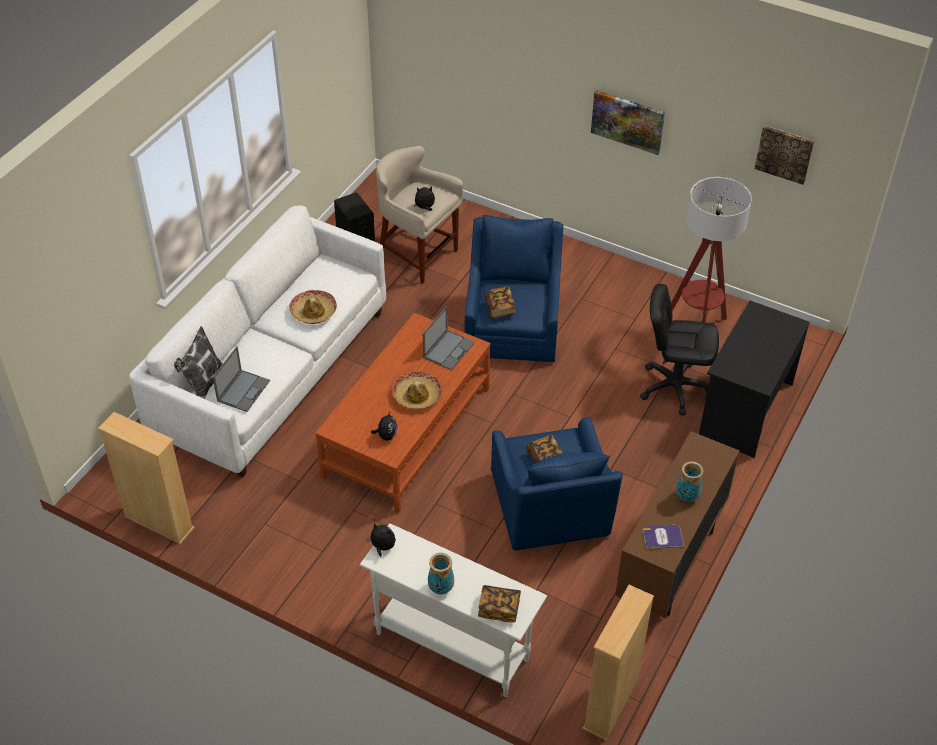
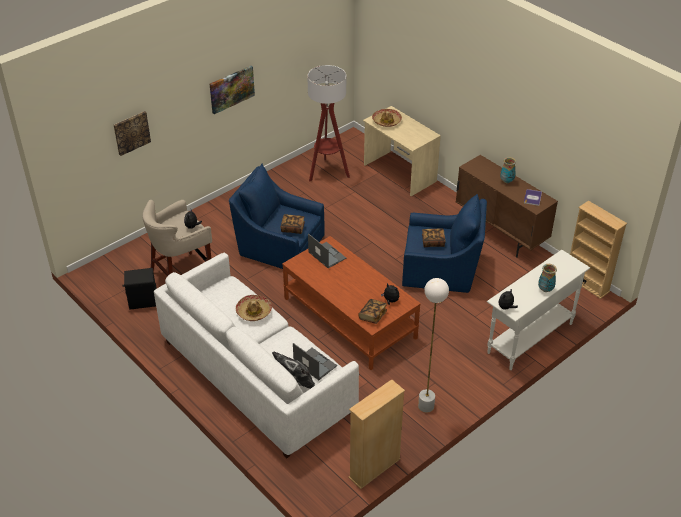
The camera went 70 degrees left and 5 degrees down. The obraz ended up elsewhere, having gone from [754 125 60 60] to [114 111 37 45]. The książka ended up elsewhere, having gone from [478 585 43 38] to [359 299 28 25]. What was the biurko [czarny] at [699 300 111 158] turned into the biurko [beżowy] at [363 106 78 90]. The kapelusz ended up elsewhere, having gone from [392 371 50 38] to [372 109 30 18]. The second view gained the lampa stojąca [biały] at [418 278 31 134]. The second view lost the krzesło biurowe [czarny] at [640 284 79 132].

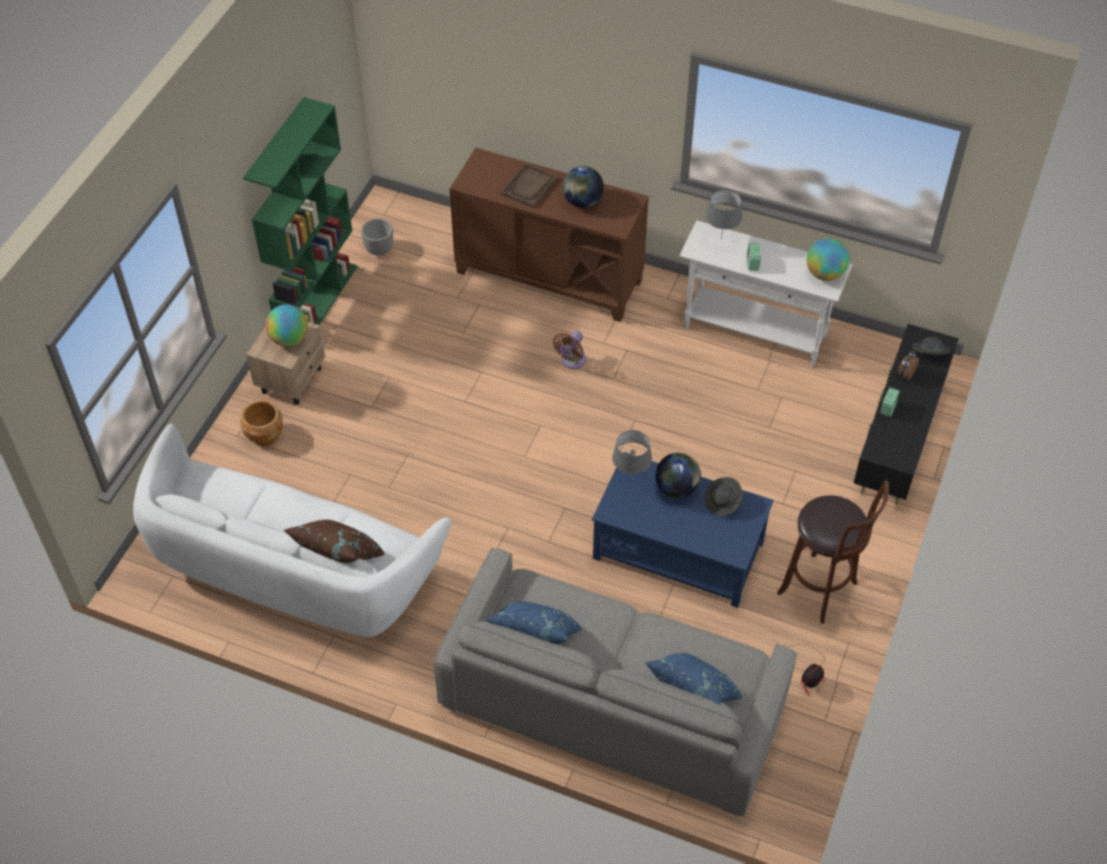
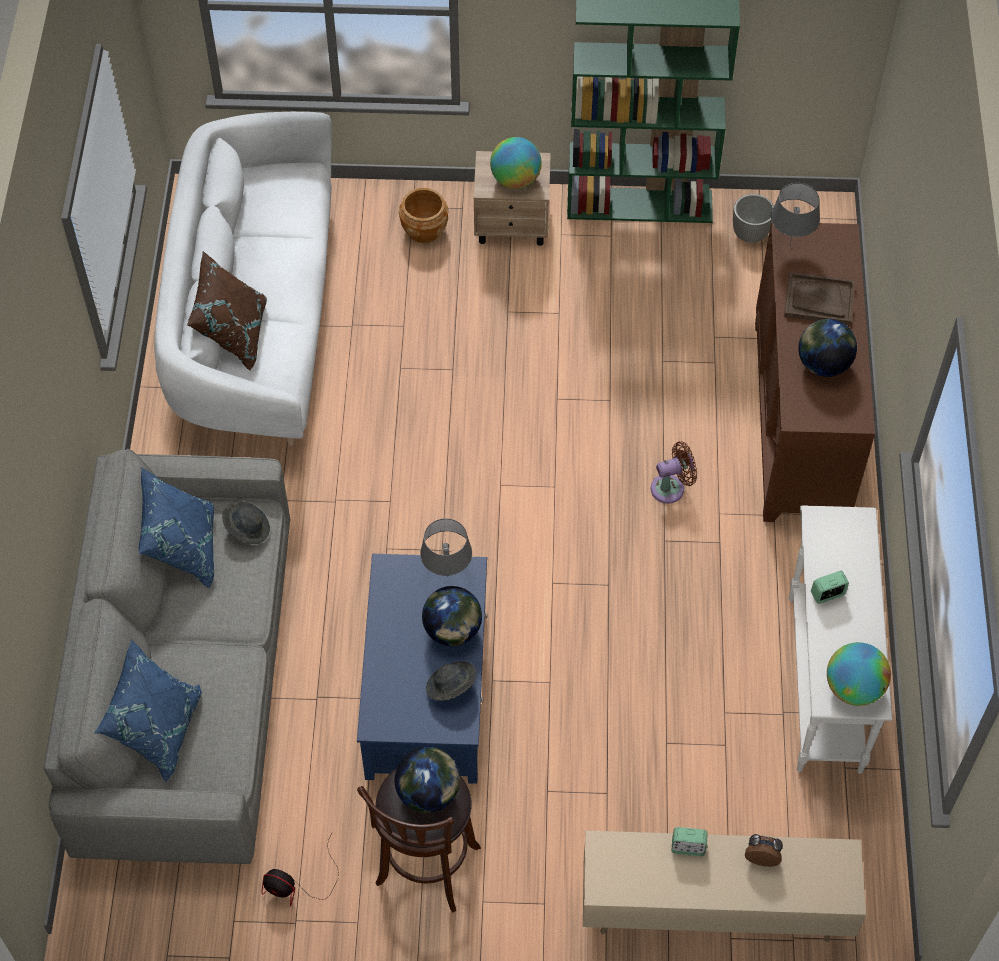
The camera went 70 degrees right and 5 degrees up. The kapelusz [szary] ended up elsewhere, having gone from [912 337 39 18] to [222 501 48 43]. The second view gained the globus at [394 747 66 66]. What was the szafka pod telewizor [czarny] at [854 324 105 181] turned into the szafka pod telewizor [beżowy] at [583 830 283 112]. The wentylator [brązowy] at [553 331 33 38] ended up facing another way, 150 degrees clockwise from before. The lampa stołowa [szary] ended up elsewhere, having gone from [706 189 36 51] to [771 183 49 62].

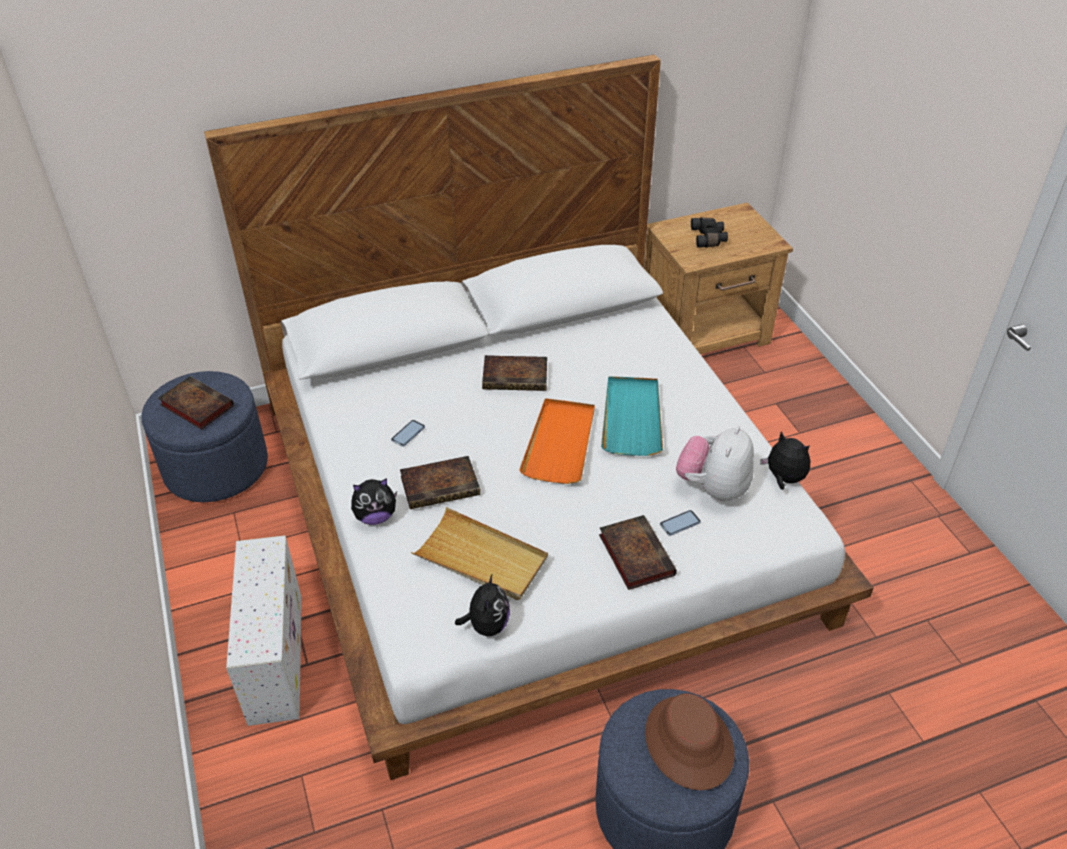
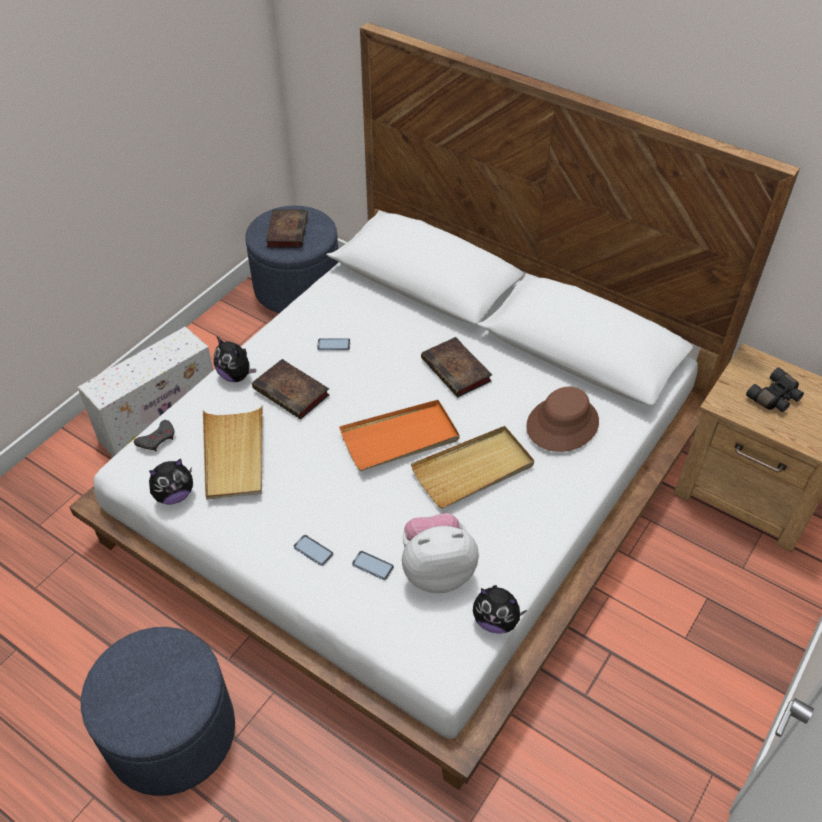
The camera went 55 degrees right and 5 degrees up. The second view gained the pad do gier [szary] at [134 420 40 32]. Where the książka stood at [599 515 78 75], the telefon came to stand at [293 535 41 31]. What was the taca [turkusowy] at [601 376 62 80] turned into the taca [beżowy] at [411 426 123 83]. The pluszak at [760 431 50 59] ended up facing another way, 105 degrees clockwise from before. The kapelusz [brązowy] ended up elsewhere, having gone from [645 693 89 97] to [526 387 73 65].

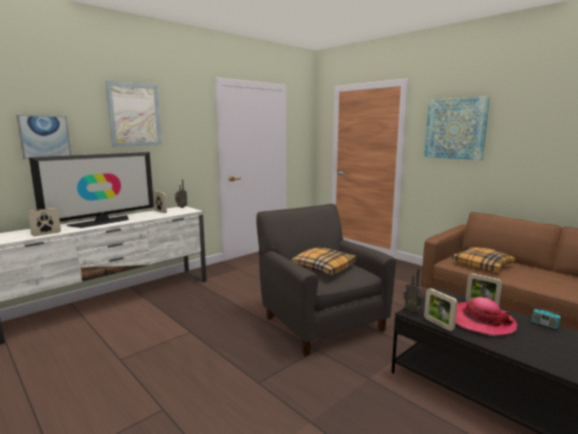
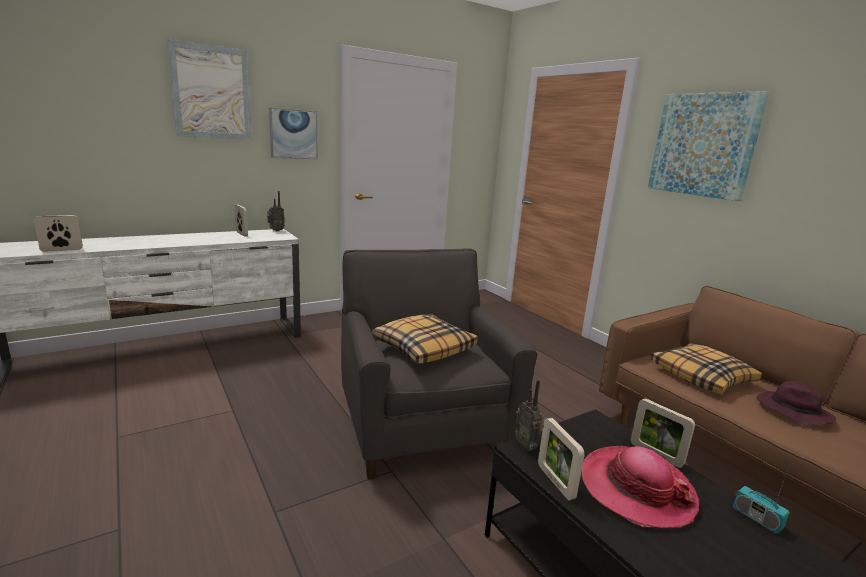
The camera went 10 degrees right and 5 degrees up. The obraz ended up elsewhere, having gone from [17 115 54 44] to [269 108 49 51]. The second view gained the kapelusz [fioletowy] at [757 381 79 44]. The second view lost the telewizor at [29 152 125 76].

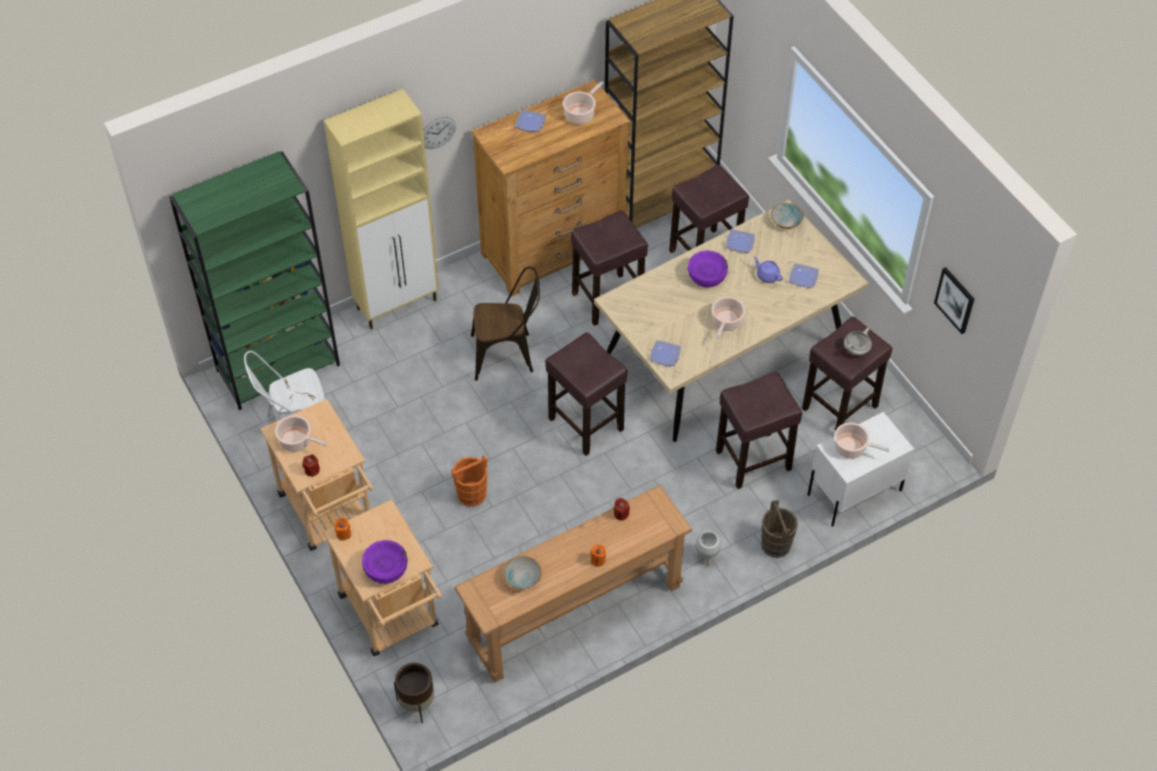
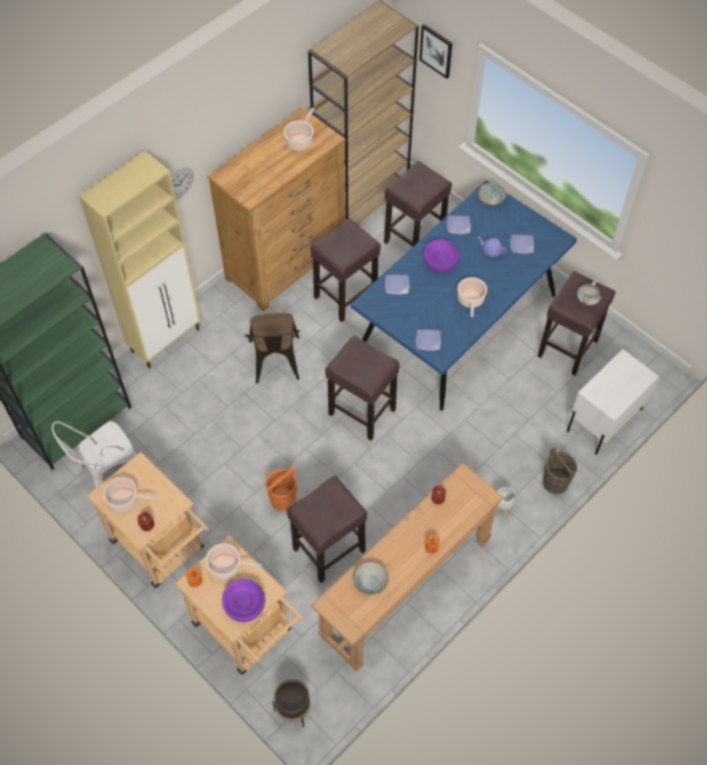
The camera went 15 degrees left and 5 degrees up. The garnek ended up elsewhere, having gone from [834 423 56 36] to [205 543 56 37]. The krzesło [brązowy] at [471 267 69 114] ended up facing another way, 105 degrees clockwise from before. The stołek [brązowy] ended up elsewhere, having gone from [716 372 86 117] to [287 476 80 107]. What was the stół jadalny [beżowy] at [594 200 275 242] turned into the stół jadalny [niebieski] at [350 180 227 231]. The talerz ended up elsewhere, having gone from [515 110 31 22] to [385 275 24 20]. The obraz ended up elsewhere, having gone from [934 267 40 67] to [419 24 34 55].

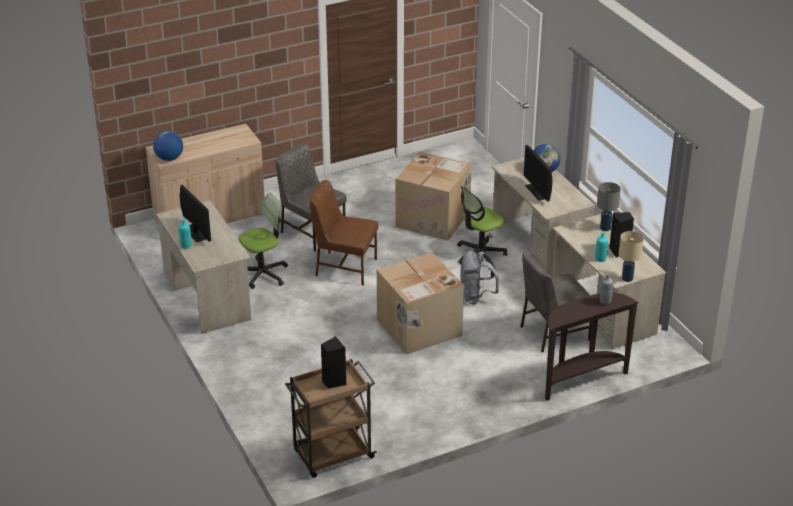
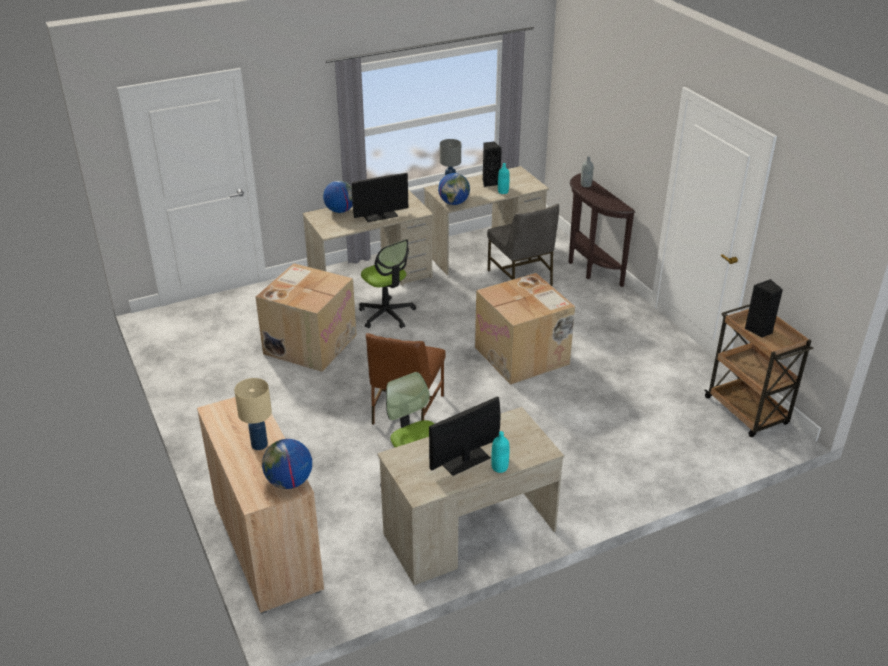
The camera went 90 degrees left and 0 degrees up. The lampa stołowa [beżowy] ended up elsewhere, having gone from [619 231 25 51] to [234 378 38 72]. The second view gained the globus at [438 173 32 32]. The second view lost the krzesło [szary] at [276 144 71 107]. The second view lost the plecak [szary] at [461 251 38 53].

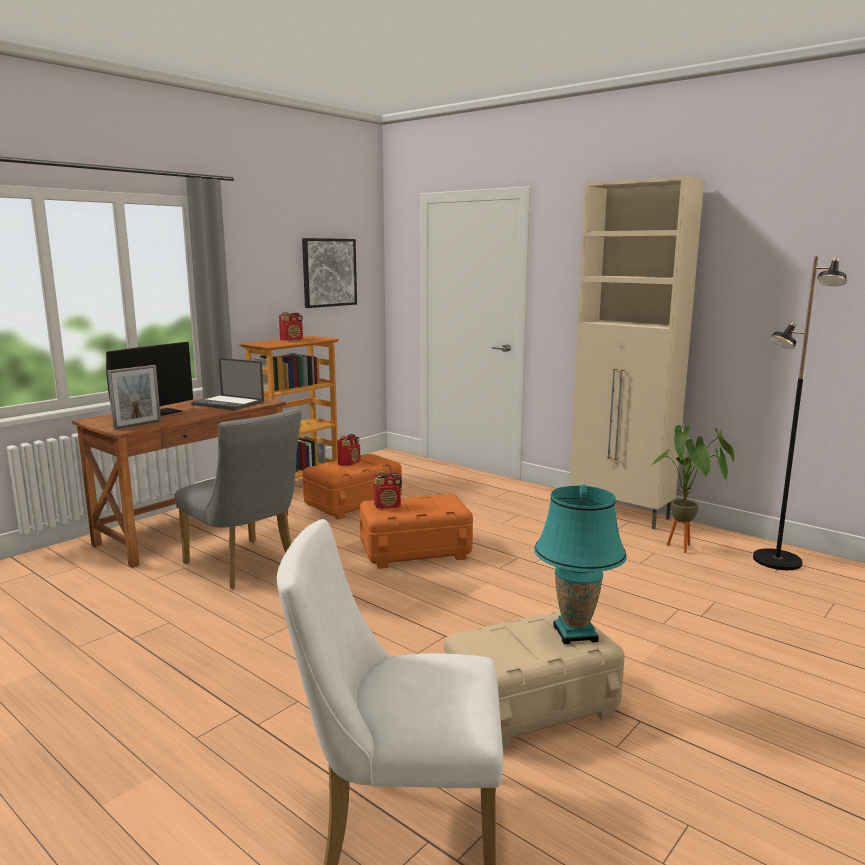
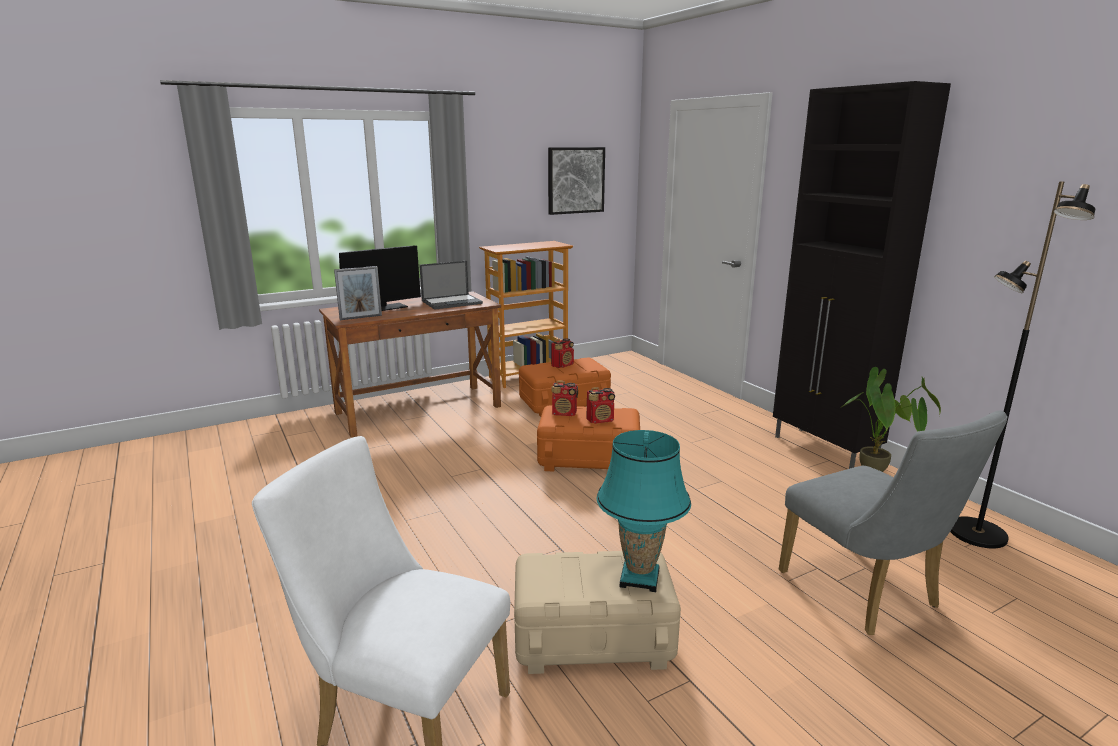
The camera went 20 degrees right and 5 degrees up. The laptop at [191 358 73 52] ended up facing another way, 75 degrees counterclockwise from before. The radio ended up elsewhere, having gone from [279 312 24 29] to [586 387 29 37]. What was the szafka [beżowy] at [569 176 135 353] turned into the szafka [czarny] at [773 81 178 388]. The krzesło [szary] ended up elsewhere, having gone from [175 408 126 181] to [779 410 229 225].

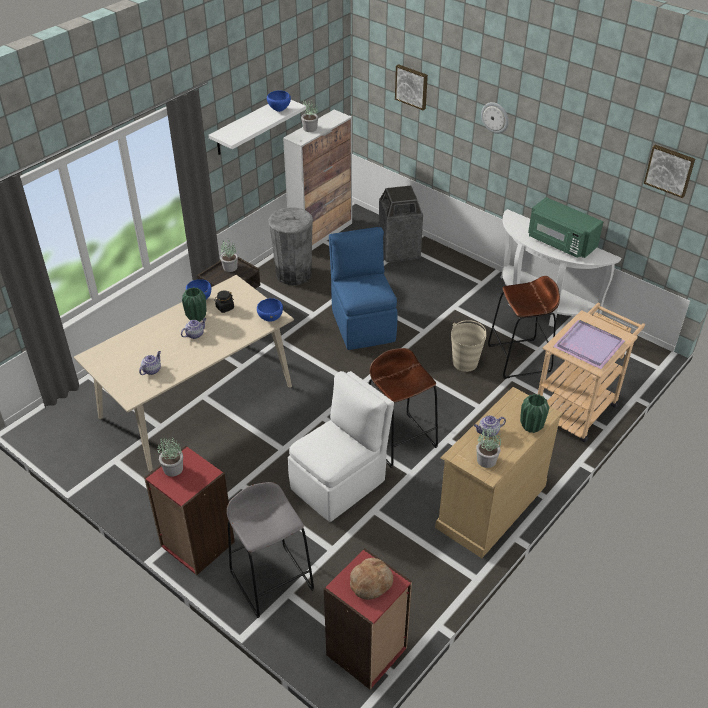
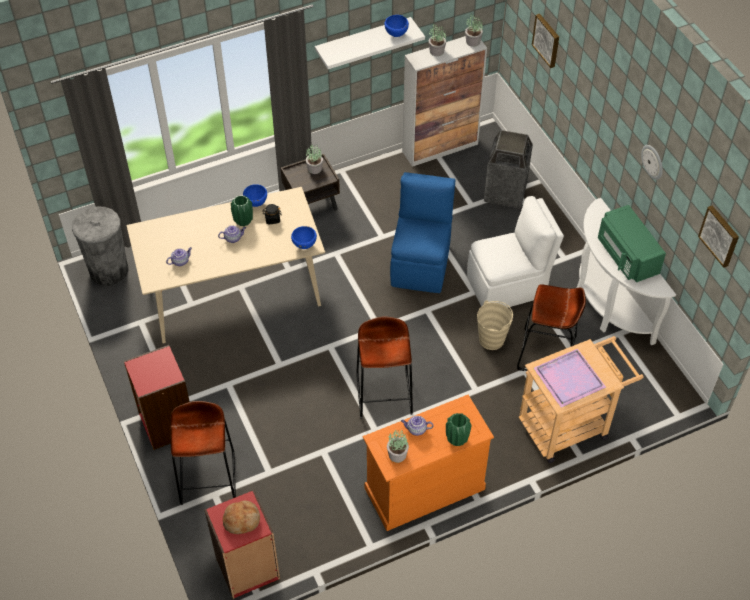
The camera went 25 degrees right and 10 degrees up. The kosz na śmieci [szary] ended up elsewhere, having gone from [268 207 45 78] to [72 206 56 80]. What was the stołek [szary] at [227 482 87 136] turned into the stołek [brązowy] at [170 401 66 104]. What was the komoda [beżowy] at [435 387 127 171] turned into the komoda [pomarańczowy] at [362 395 132 136]. The roślina doniczkowa ended up elsewhere, having gone from [157 437 26 40] to [465 14 18 33]. The krzesło [biały] ended up elsewhere, having gone from [288 371 106 151] to [467 196 97 111]. The zegar ścienny ended up elsewhere, having gone from [481 102 28 32] to [641 145 22 35].

